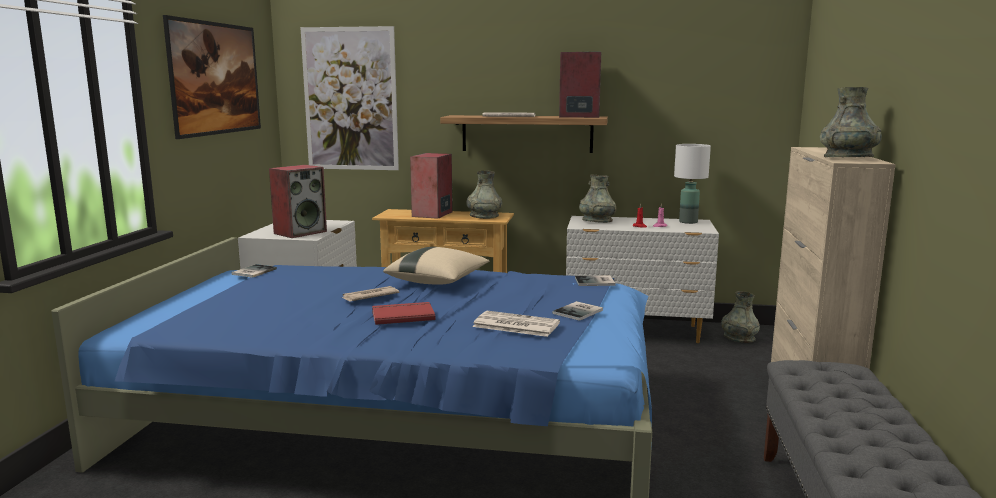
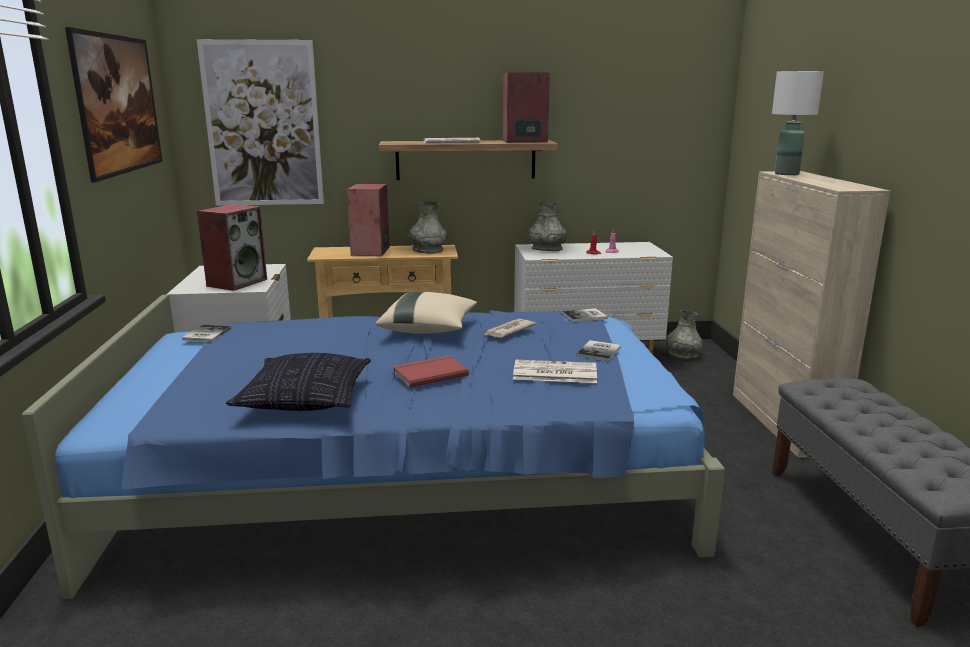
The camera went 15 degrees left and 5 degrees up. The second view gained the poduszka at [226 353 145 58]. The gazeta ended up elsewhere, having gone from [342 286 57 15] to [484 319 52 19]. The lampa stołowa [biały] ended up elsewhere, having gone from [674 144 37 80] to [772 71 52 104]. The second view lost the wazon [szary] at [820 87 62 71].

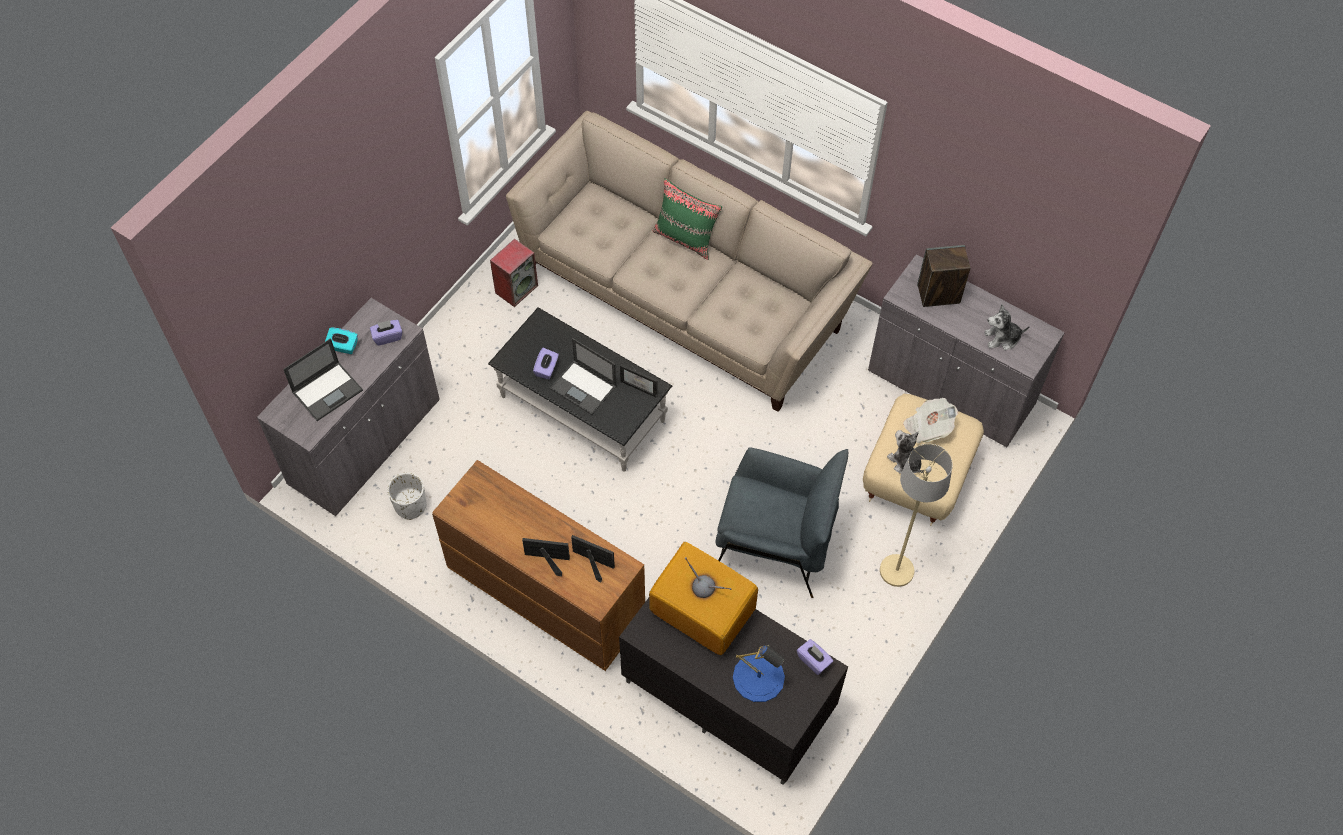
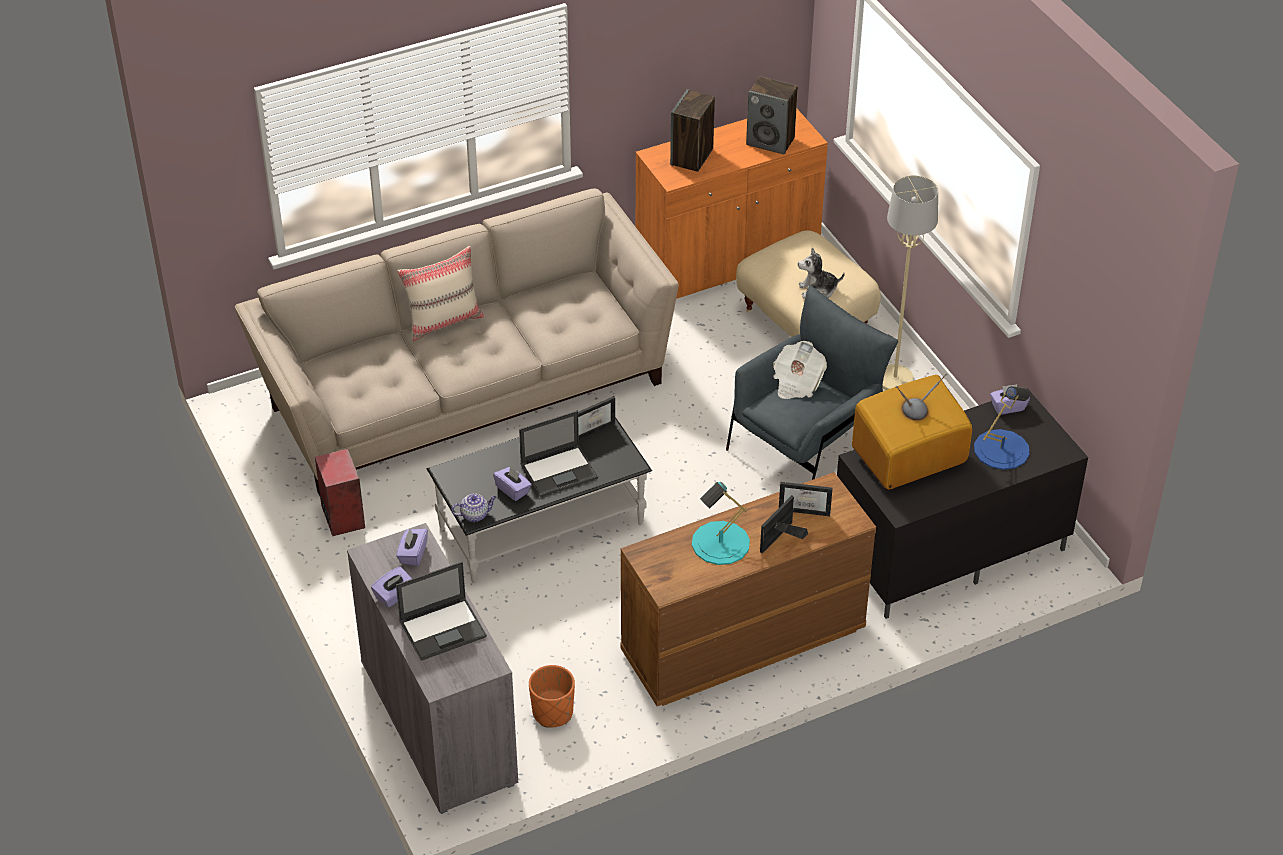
The camera went 60 degrees left and 15 degrees down. What was the pudełko chusteczek [turkusowy] at [325 328 33 26] turned into the pudełko chusteczek [fioletowy] at [371 567 41 41]. The laptop at [283 339 80 82] ended up facing another way, 75 degrees clockwise from before. What was the poduszka [zielony] at [652 178 70 82] turned into the poduszka [beżowy] at [397 246 88 95]. The second view gained the imbryk at [451 493 46 29]. What was the donica [biały] at [387 472 39 48] turned into the donica [pomarańczowy] at [529 665 46 63]. What was the szafka [szary] at [868 254 197 193] turned into the szafka [pomarańczowy] at [636 109 192 190]. The second view gained the lampa stołowa [turkusowy] at [692 482 58 83]. Where the pluszak stood at [984 304 46 46], the głośnik came to stand at [746 76 52 79]. The gazeta ended up elsewhere, having gone from [903 398 55 45] to [773 341 54 58]. The ramka na zdjęcie at [571 535 44 48] ended up facing another way, 135 degrees counterclockwise from before.

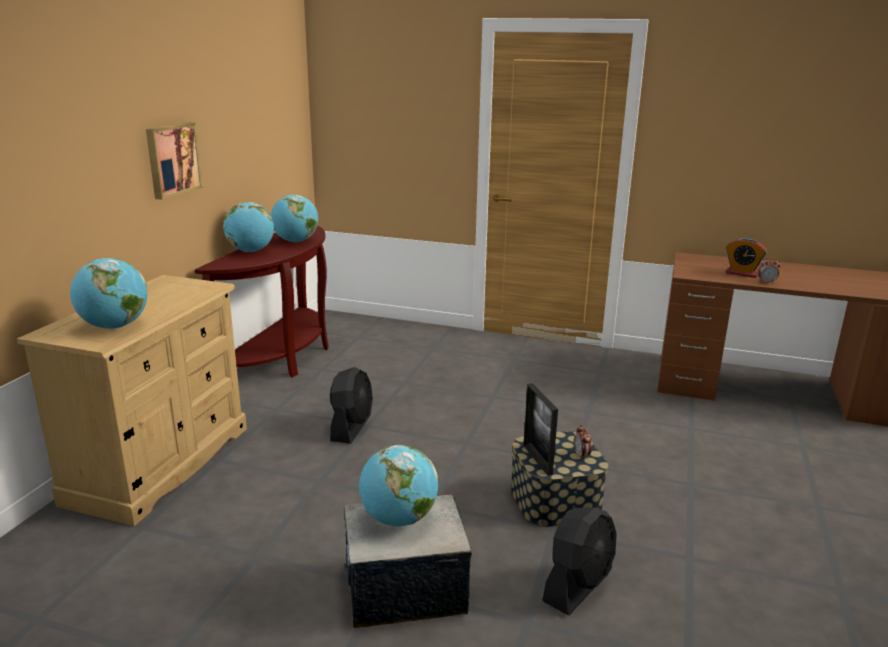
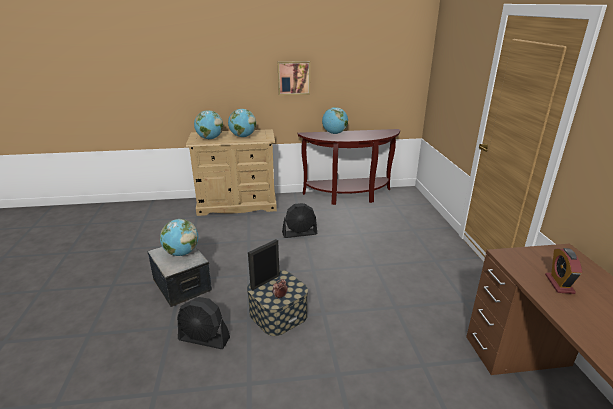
The camera went 65 degrees right and 5 degrees up. The globus ended up elsewhere, having gone from [271 195 47 47] to [228 109 28 28]. The second view lost the budzik at [758 257 23 27].

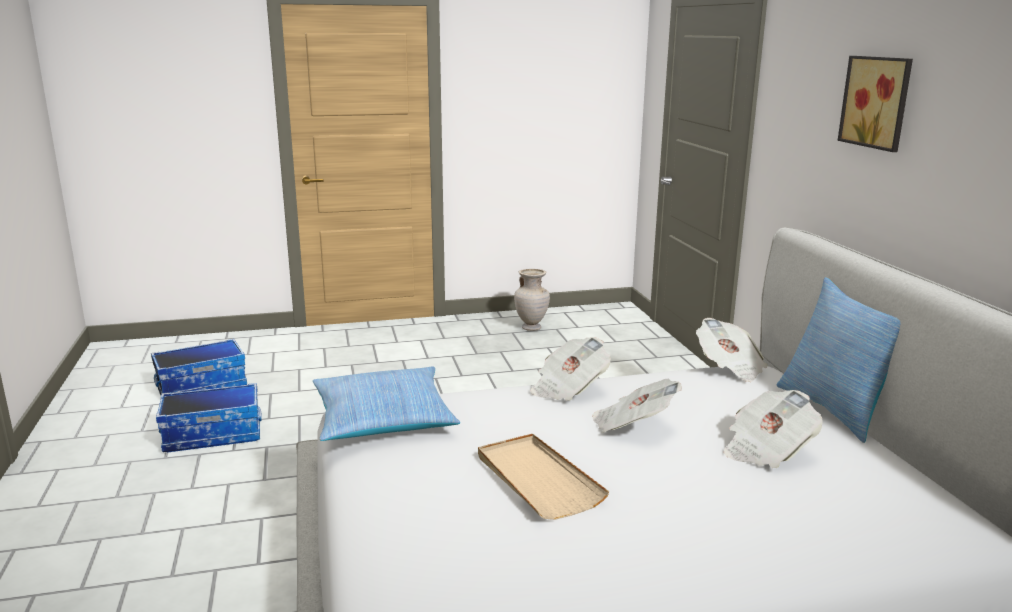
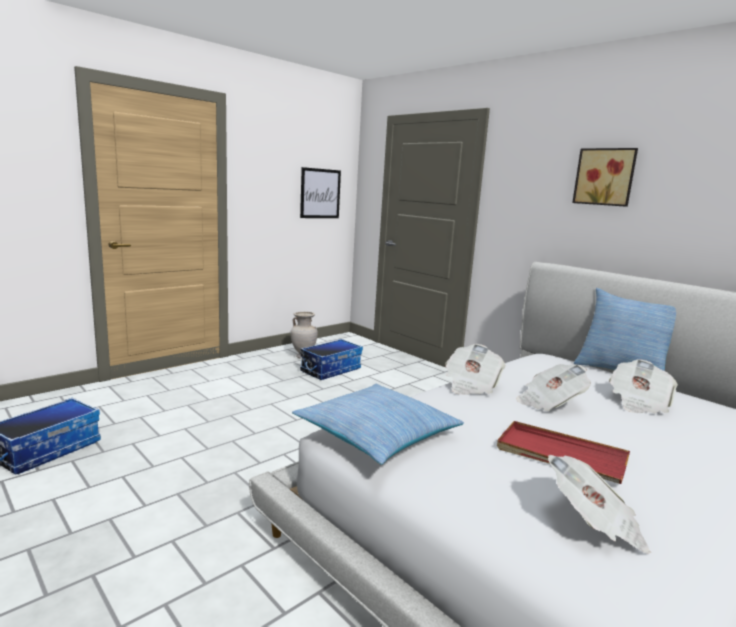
The camera went 30 degrees left and 5 degrees down. The second view gained the obraz at [300 167 41 51]. The pojemnik do przechowywania ended up elsewhere, having gone from [156 383 106 69] to [300 339 63 41]. What was the taca [beżowy] at [478 434 131 86] turned into the taca [czerwony] at [497 421 133 63]. The gazeta ended up elsewhere, having gone from [696 318 72 64] to [548 455 103 99].

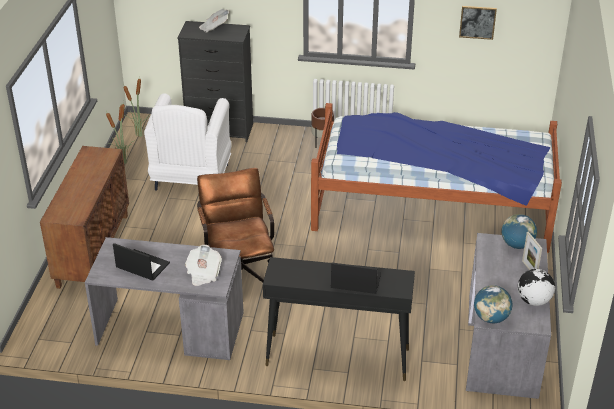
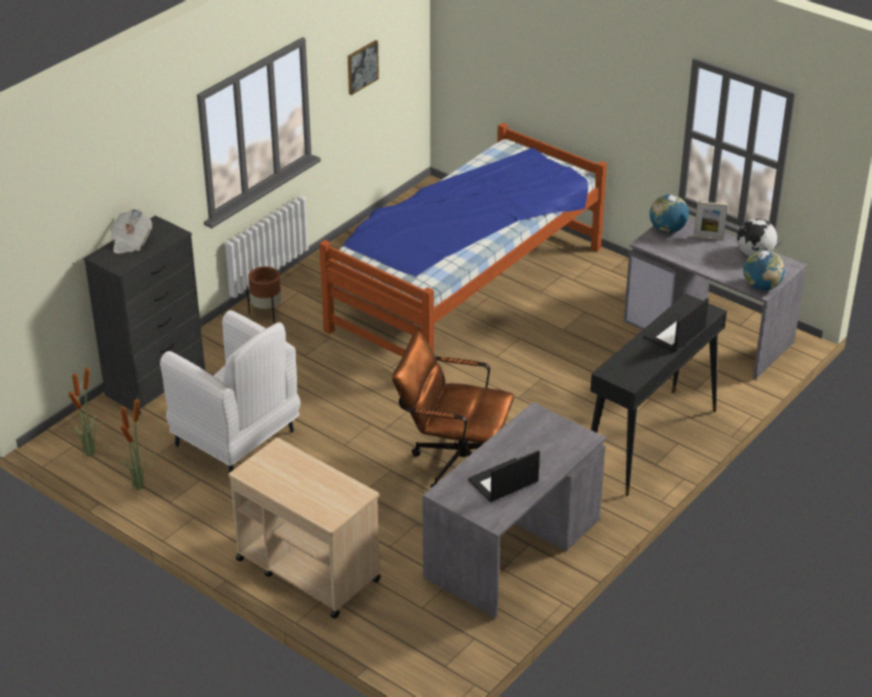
The camera went 60 degrees left and 0 degrees up. Where the szafka [brązowy] stood at [40 146 89 143], the wózek [beżowy] came to stand at [229 437 152 181]. The second view lost the gazeta at [185 245 37 41].

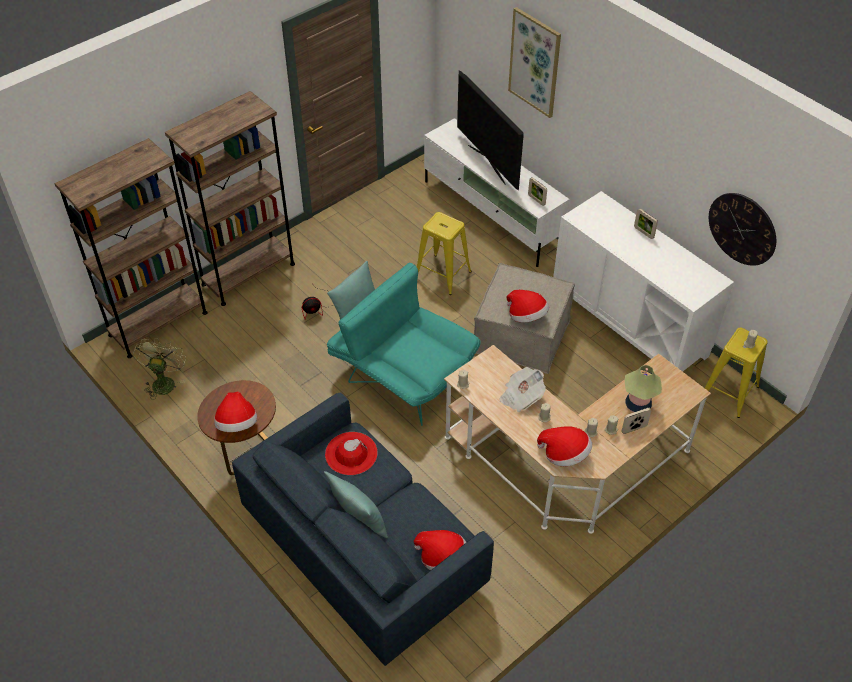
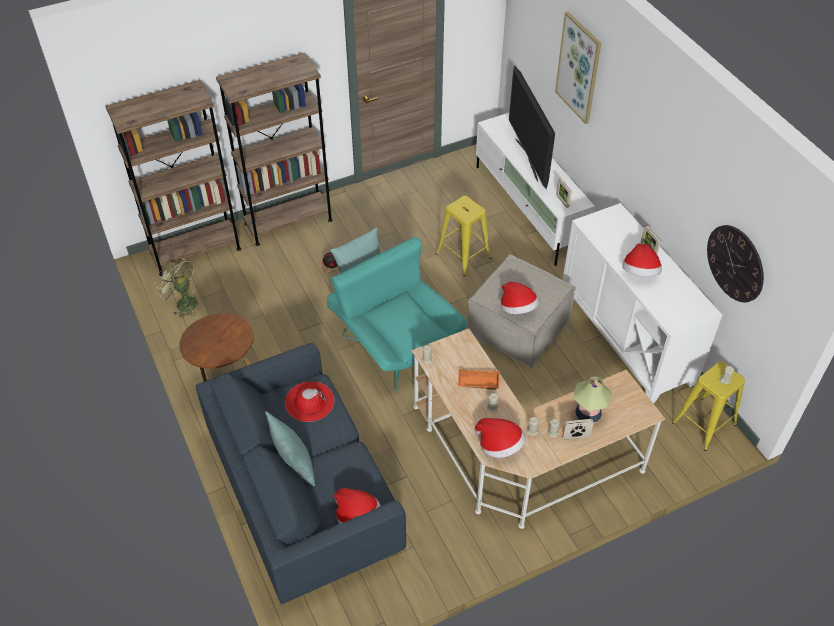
The camera went 15 degrees right and 0 degrees up. The wentylator [zielony] at [133 338 53 62] ended up facing another way, 75 degrees counterclockwise from before. Where the gazeta stood at [499 367 47 45], the taca [pomarańczowy] came to stand at [458 369 42 21]. The kapelusz ended up elsewhere, having gone from [214 392 43 40] to [622 243 40 33].

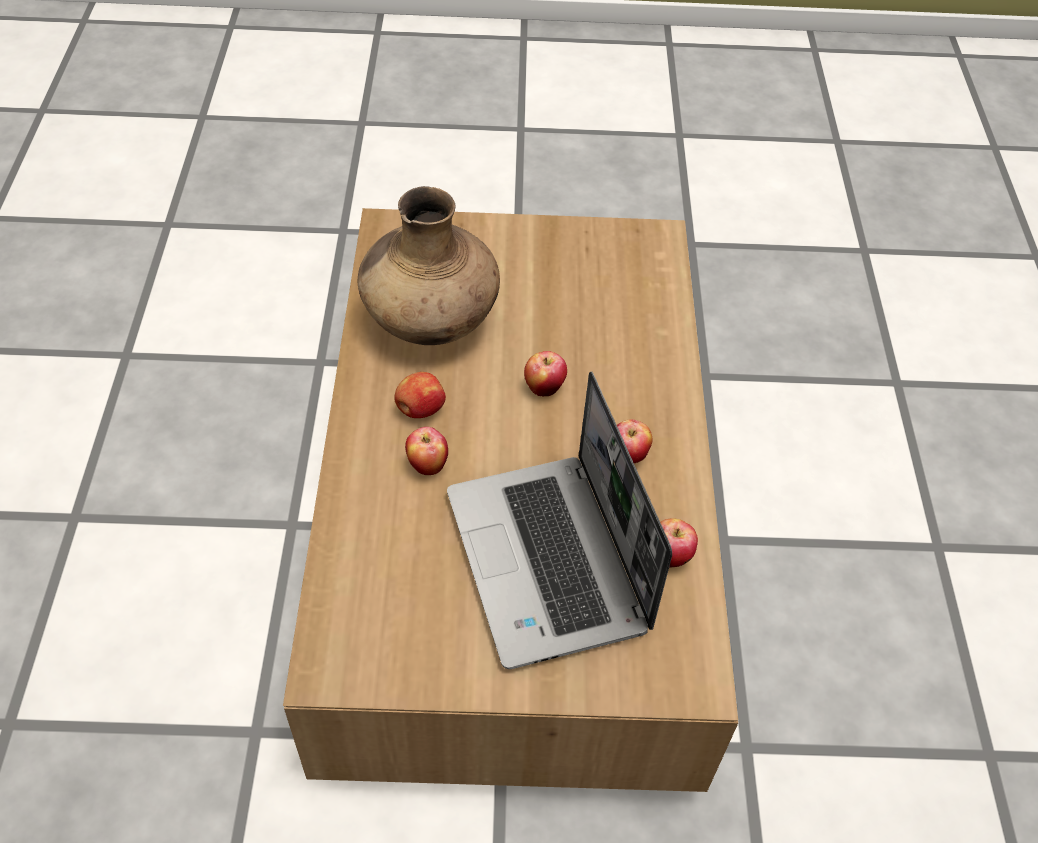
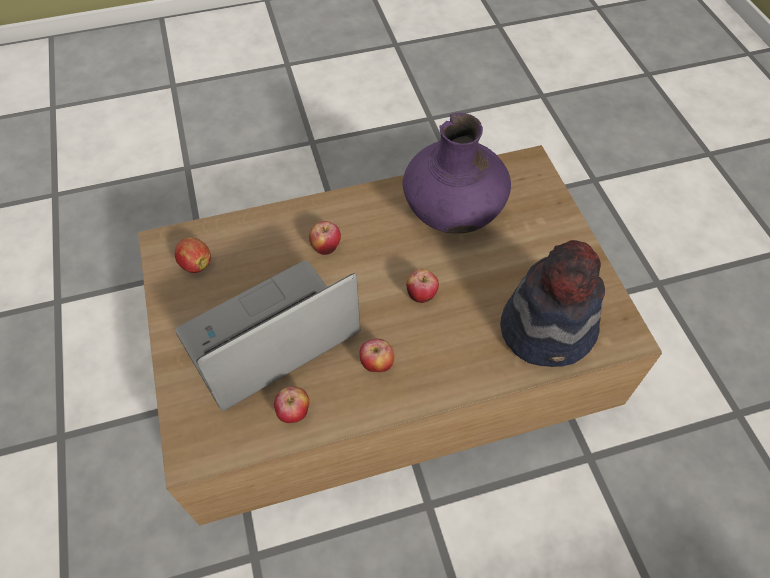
The camera went 75 degrees right and 5 degrees up. The jabłko ended up elsewhere, having gone from [394 372 52 46] to [175 237 36 36]. What was the wazon [brązowy] at [358 186 142 159] turned into the wazon [fioletowy] at [402 113 109 121]. The second view gained the kapelusz at [500 240 105 127].

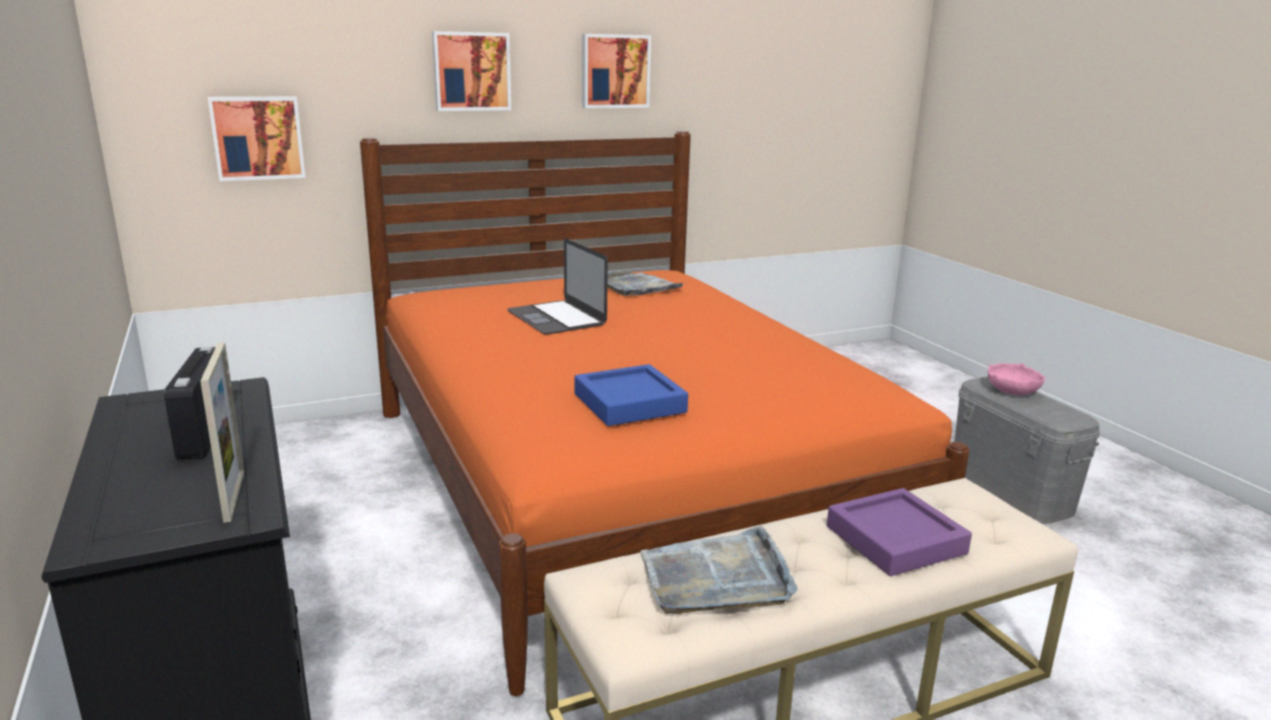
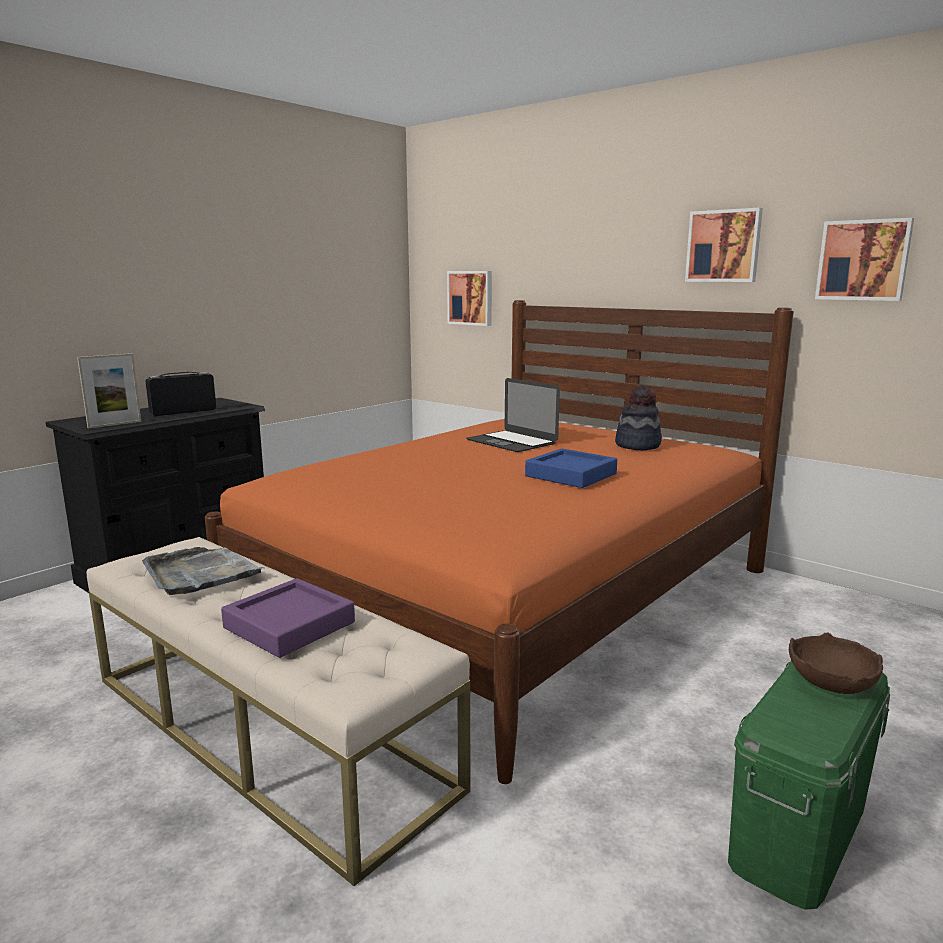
The camera went 65 degrees right and 5 degrees down. The laptop at [507 239 101 96] ended up facing another way, 75 degrees counterclockwise from before. The taca [niebieski] ended up elsewhere, having gone from [574 364 114 62] to [525 448 92 40]. Where the taca [szary] stood at [607 270 76 26], the kapelusz came to stand at [615 385 47 65]. What was the pojemnik do przechowywania [szary] at [954 376 146 148] turned into the pojemnik do przechowywania [zielony] at [728 661 162 249]. What was the miska [różowy] at [988 363 57 32] turned into the miska [brązowy] at [789 633 94 61]. The obraz ended up elsewhere, having gone from [432 31 79 80] to [815 218 99 83].

